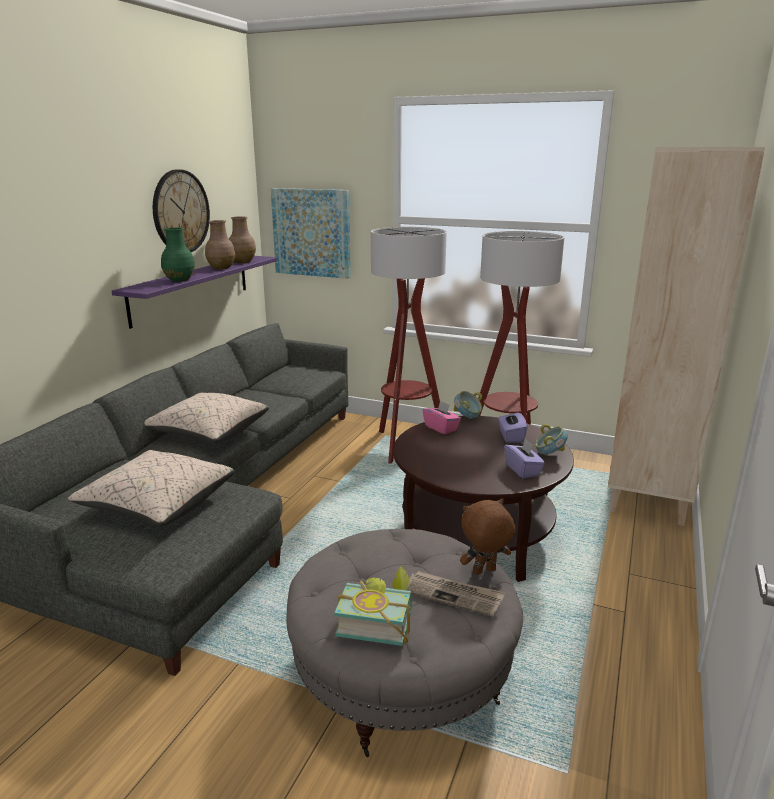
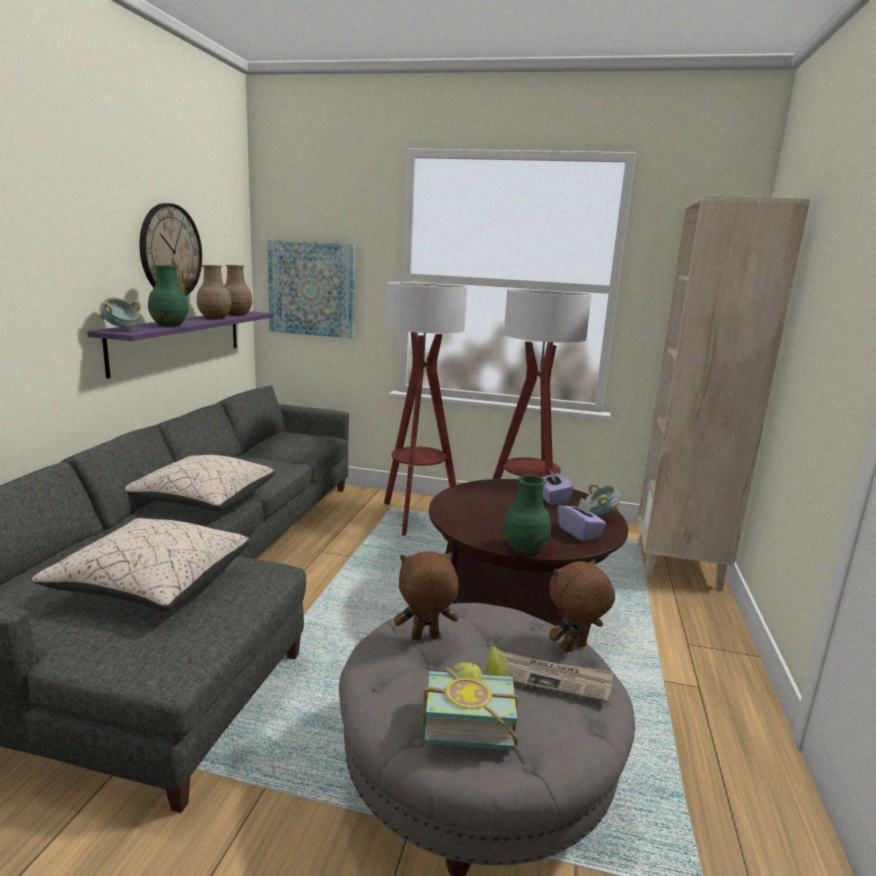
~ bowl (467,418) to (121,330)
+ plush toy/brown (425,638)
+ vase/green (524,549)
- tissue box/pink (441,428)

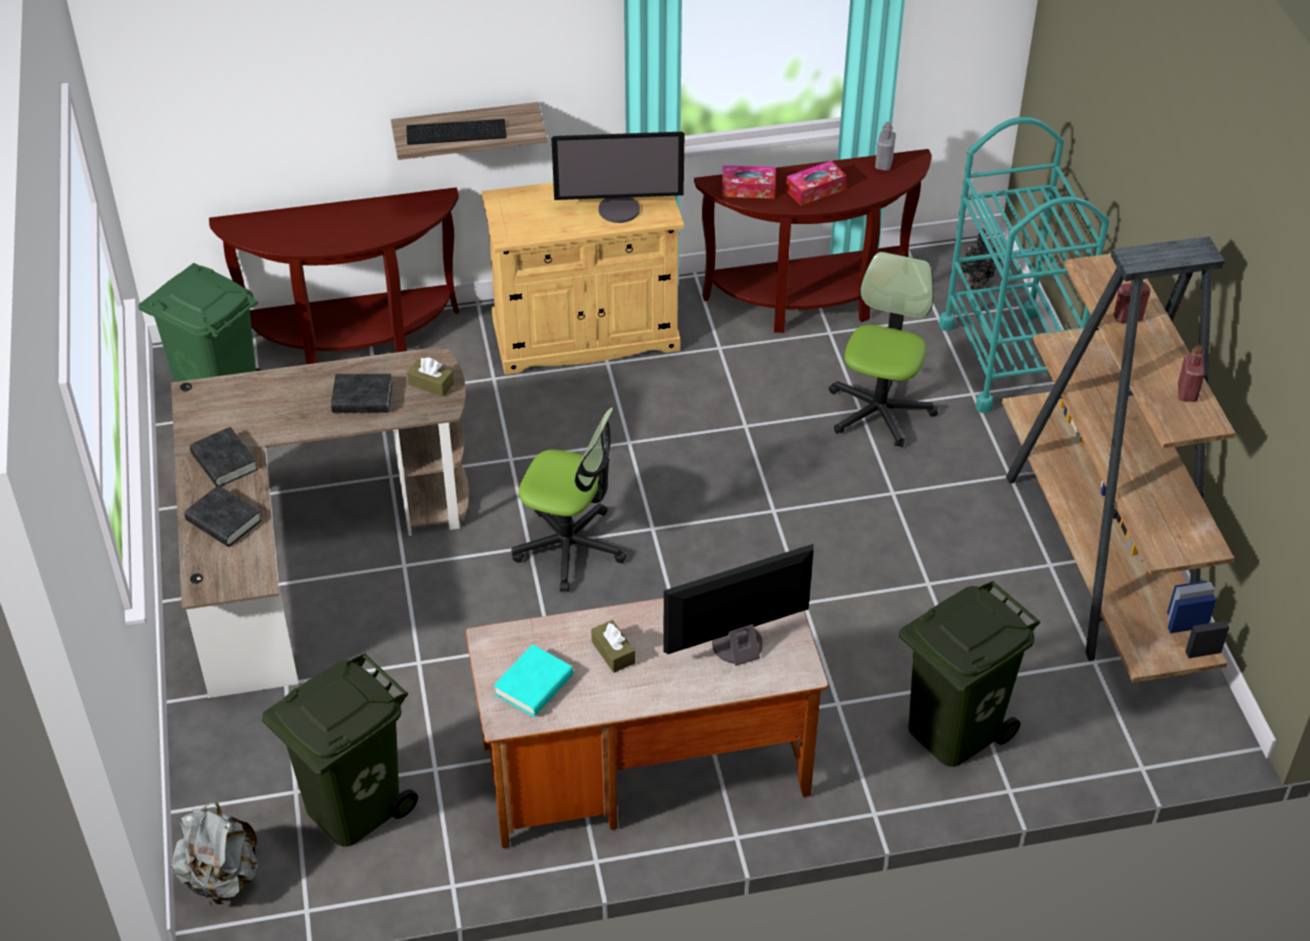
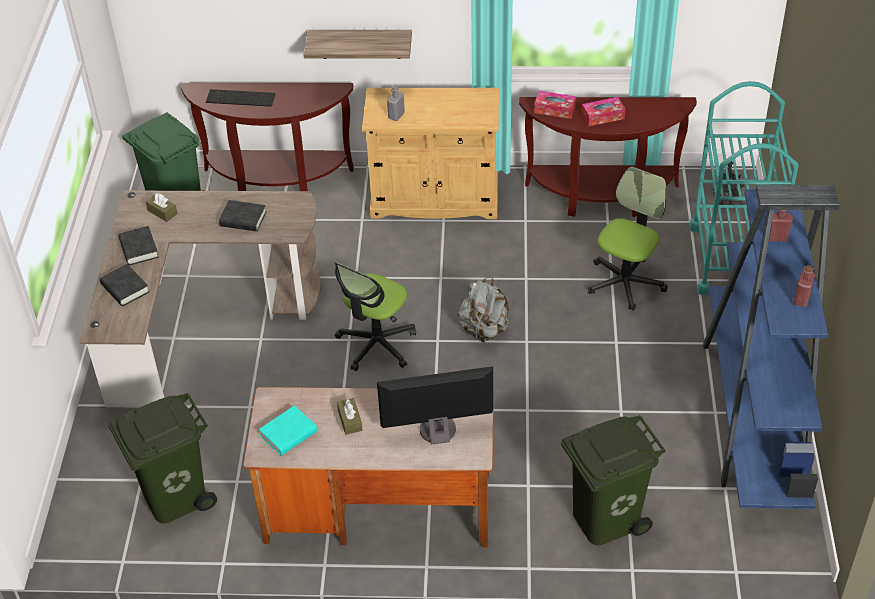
~ tissue box/brown (431,384) to (162,212)
~ keyboard (457,131) to (241,97)
~ office chair (570,547) = (376,344) 90 degrees clockwise
~ bottle/grey (883,164) to (396,116)
~ backpack/grey (222,878) to (484,330)
~ bookcase/brown (1100,560) to bookcase/blue (754,415)
- monitor (619,209)

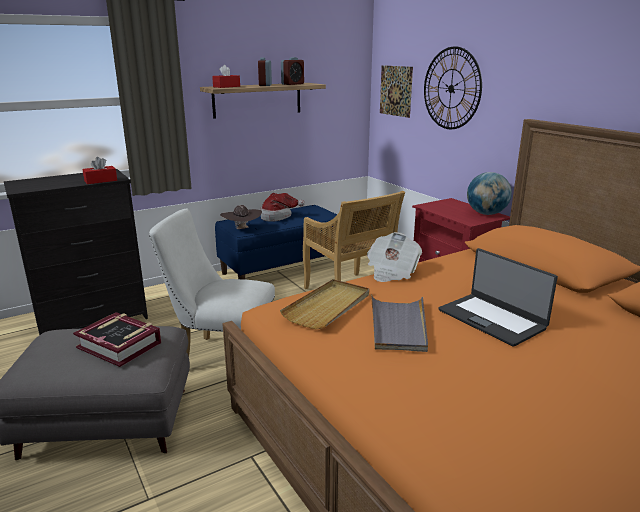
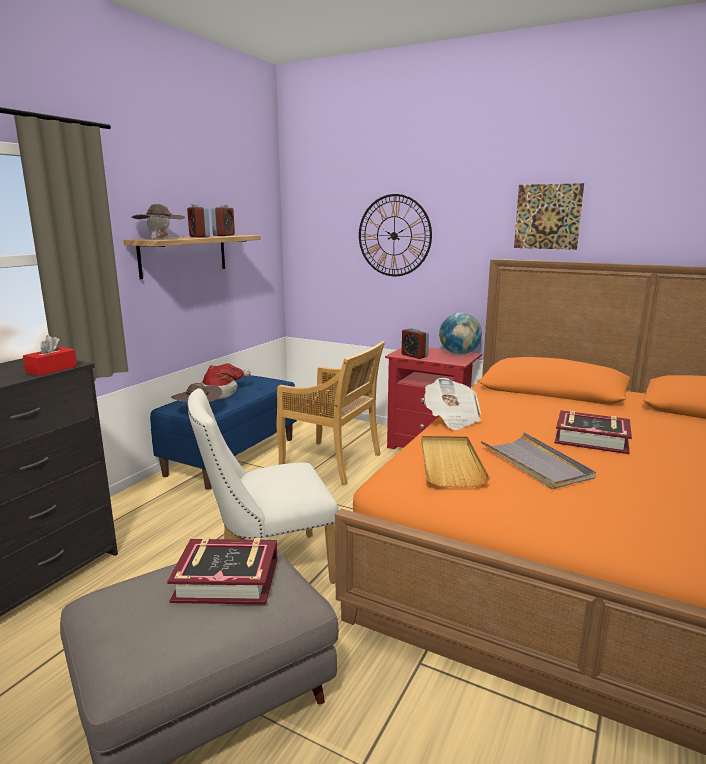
~ tissue box/red (226,86) to hat/brown (161,238)
+ alarm clock (414,356)
~ picture (395,91) to (547,216)
~ laptop (492,319) to book (591,439)

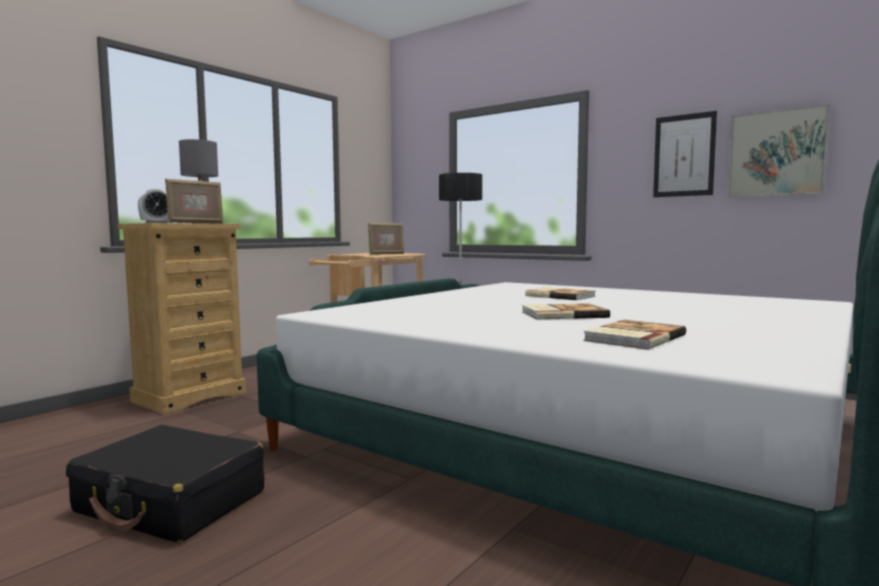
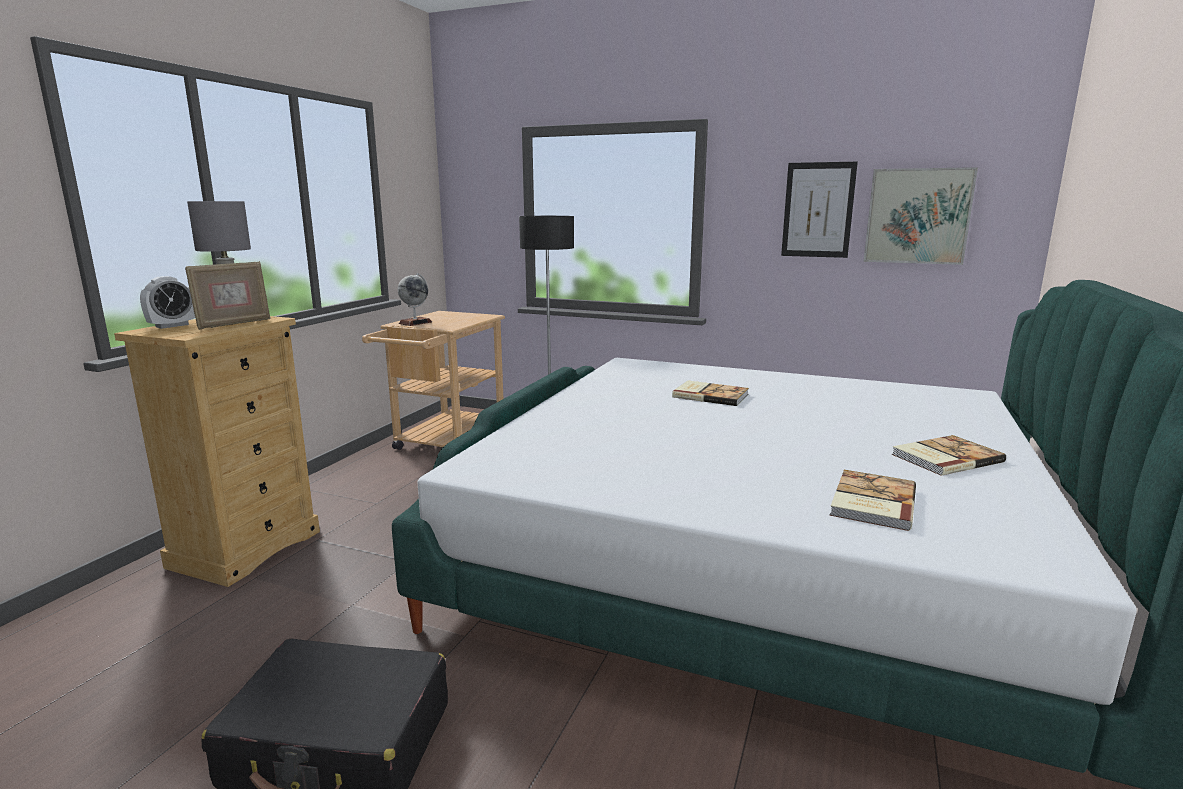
+ globe (415,323)
~ book (562,314) to (944,458)
- picture frame (386,254)

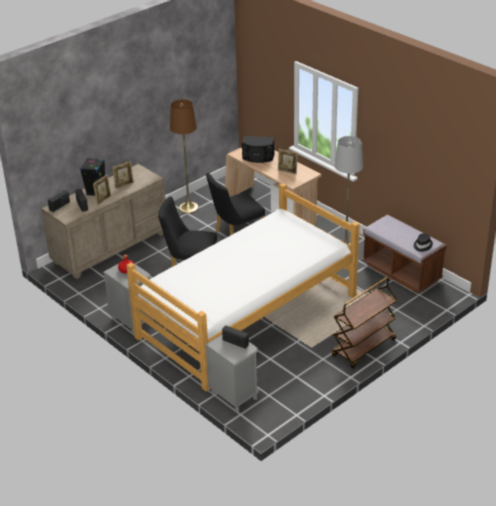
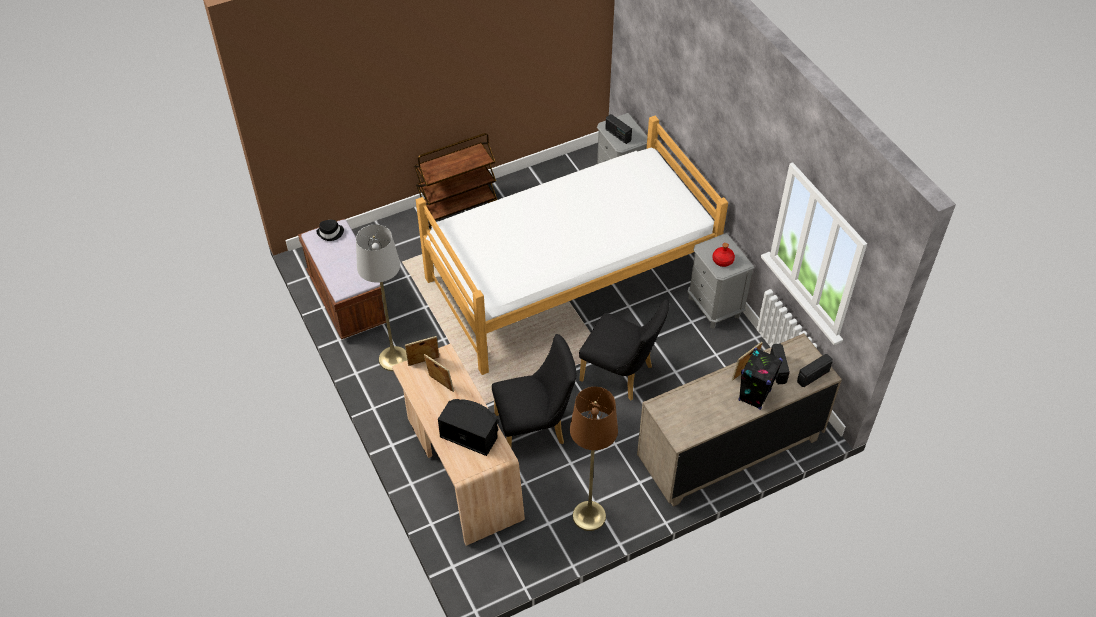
~ picture frame (124,185) to (423,362)

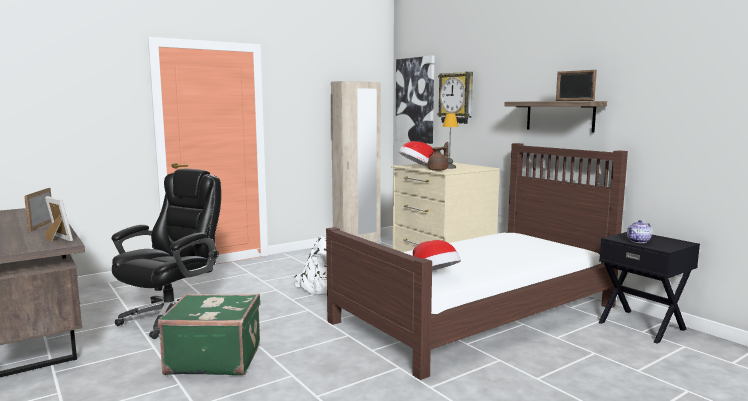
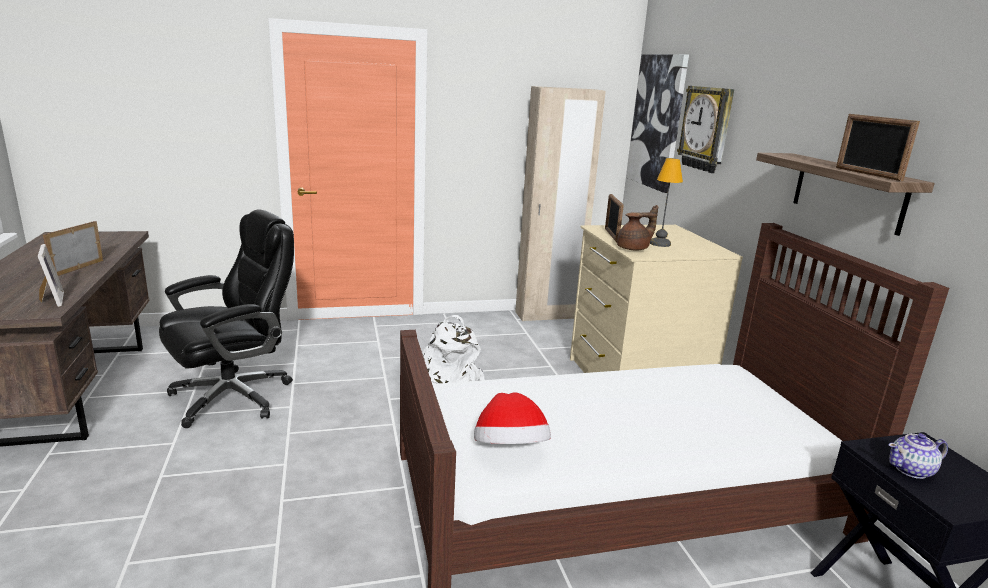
~ hat (416,167) to picture frame (611,235)
- suitcase/green (214,358)

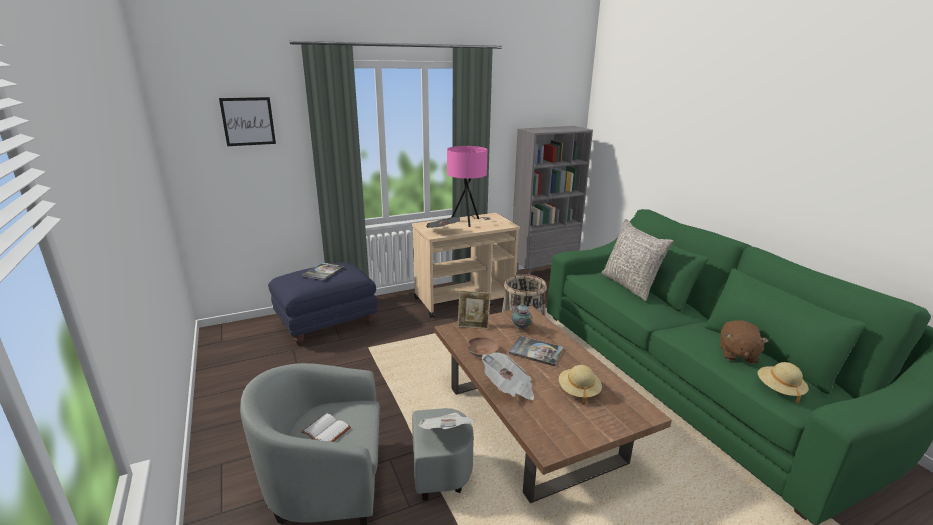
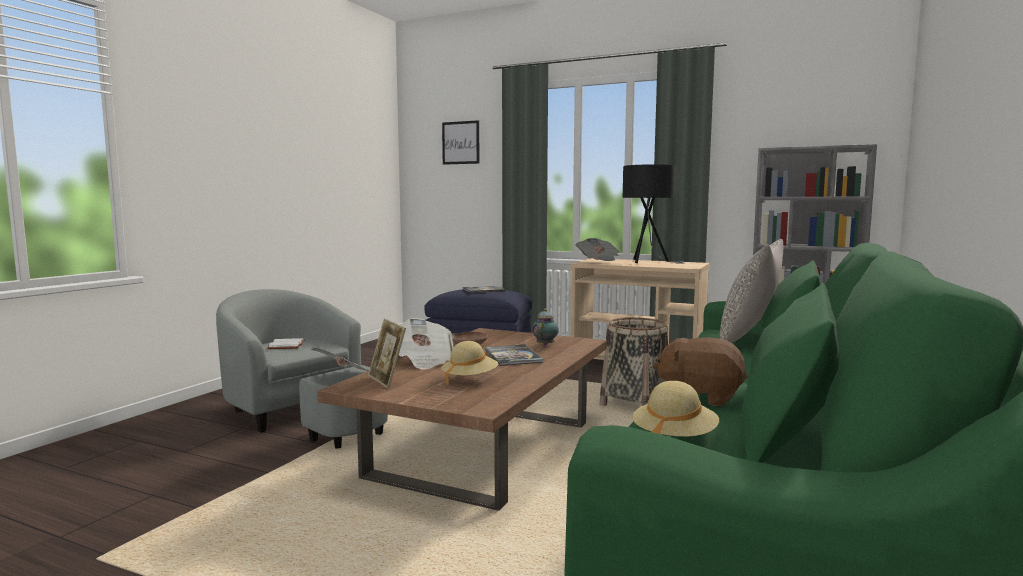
~ picture frame (473,325) to (387,381)
~ table lamp/pink (467,222) to table lamp/black (648,262)
~ plush toy/brown (737,354) = (700,396) 45 degrees clockwise

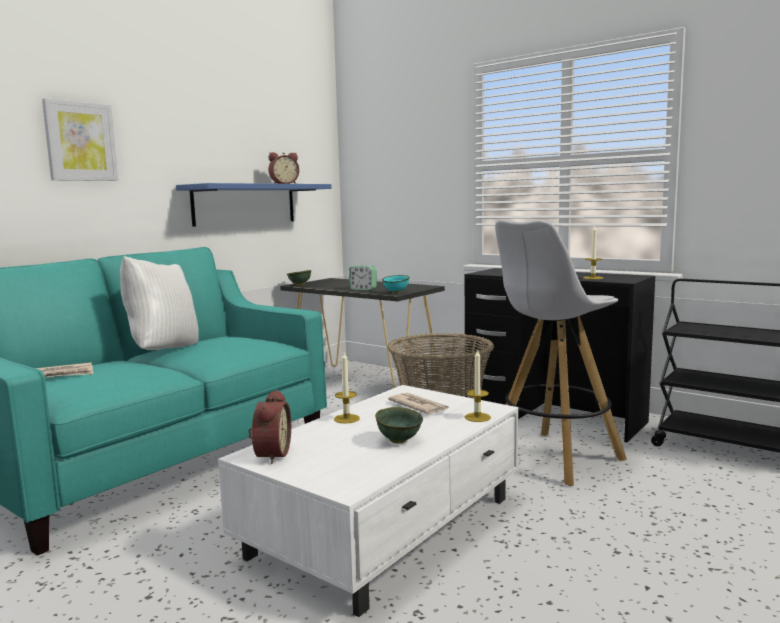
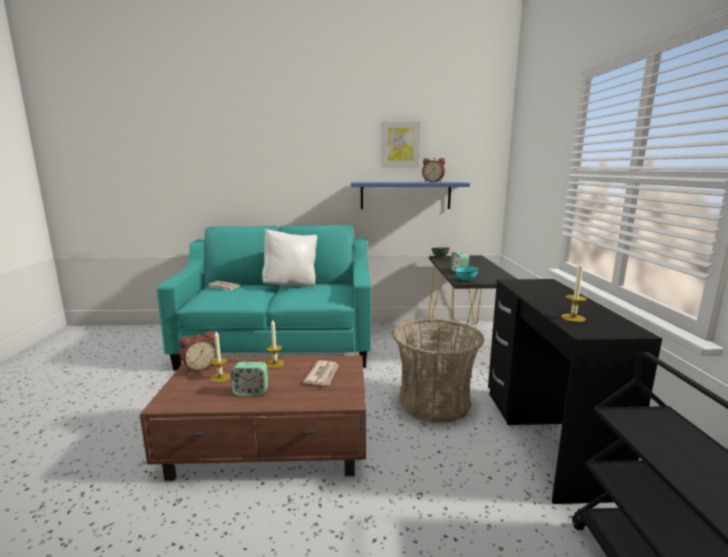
~ coffee table/white (387,526) to coffee table/brown (271,444)
~ candle (477,417) to (220,377)
~ bowl/green (399,440) to alarm clock (251,392)
~ picture (80,141) to (400,144)
- stool/white (554,458)

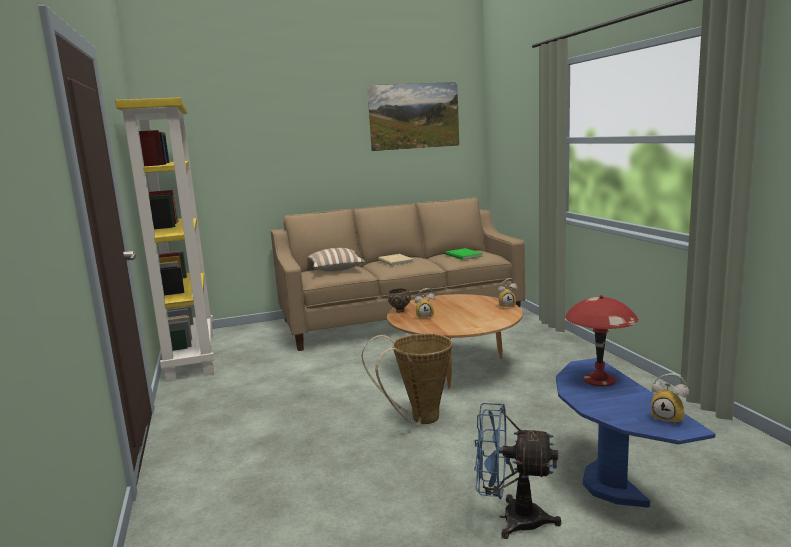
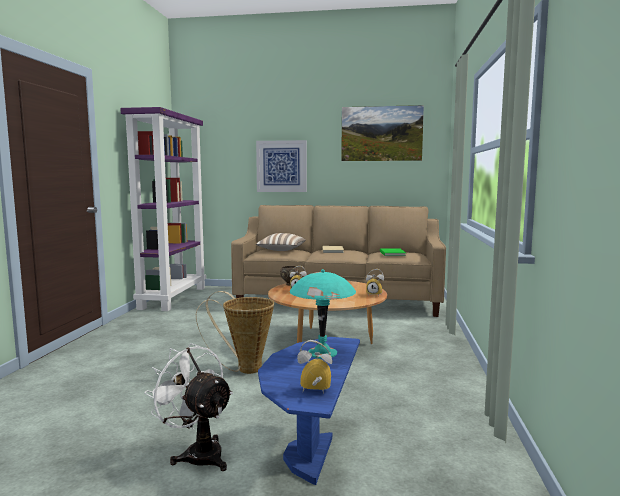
~ bookcase/yellow (190,354) to bookcase/purple (173,298)
~ fan/blue (511,519) to fan/white (197,453)
+ picture (281,166)
~ table lamp/red (598,379) to table lamp/turquoise (322,352)
~ alarm clock (669,418) = (314,392) 120 degrees clockwise

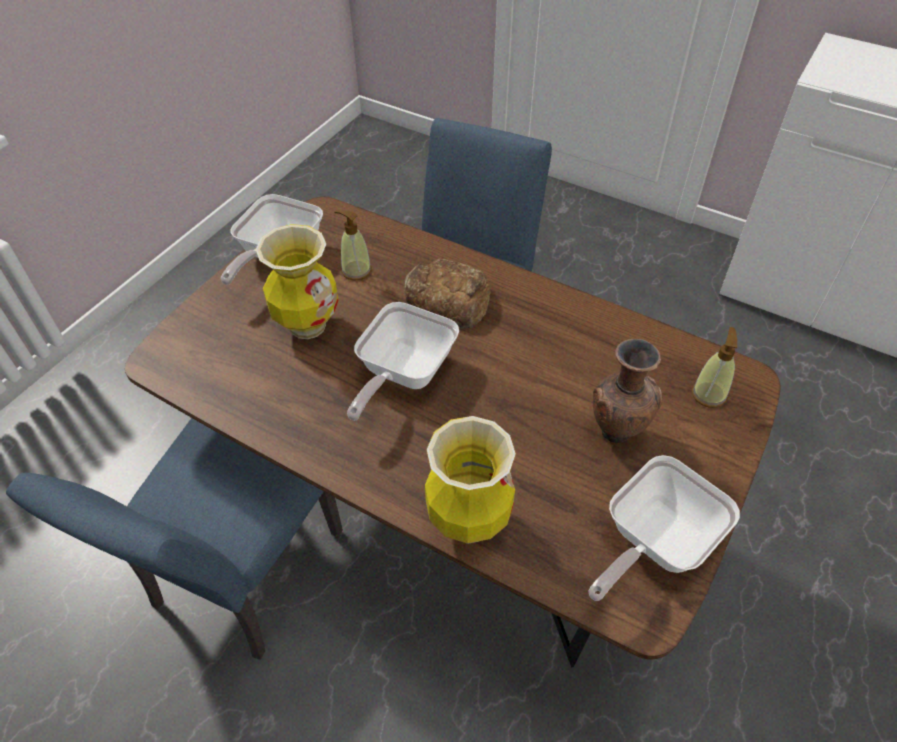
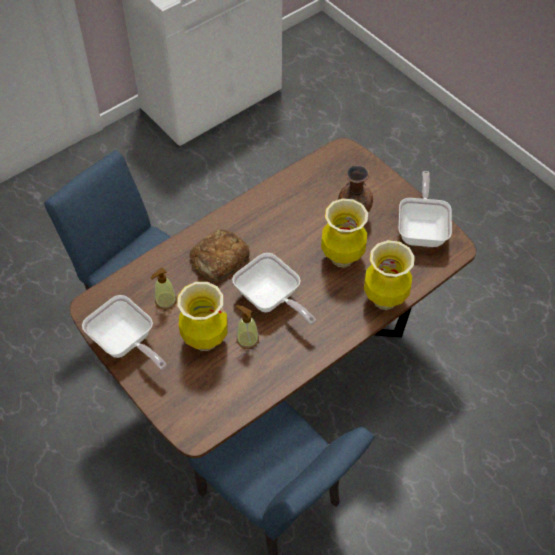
~ soap dispenser (709,394) to (247,339)
+ vase (342,258)
~ frying pan (653,543) = (422,229) 150 degrees counterclockwise

